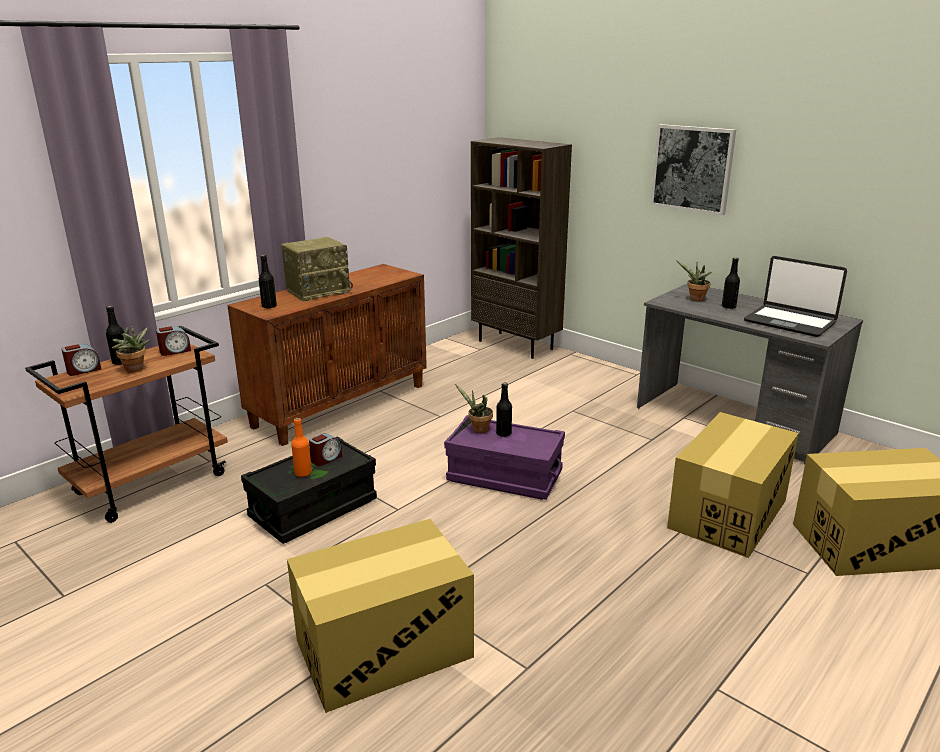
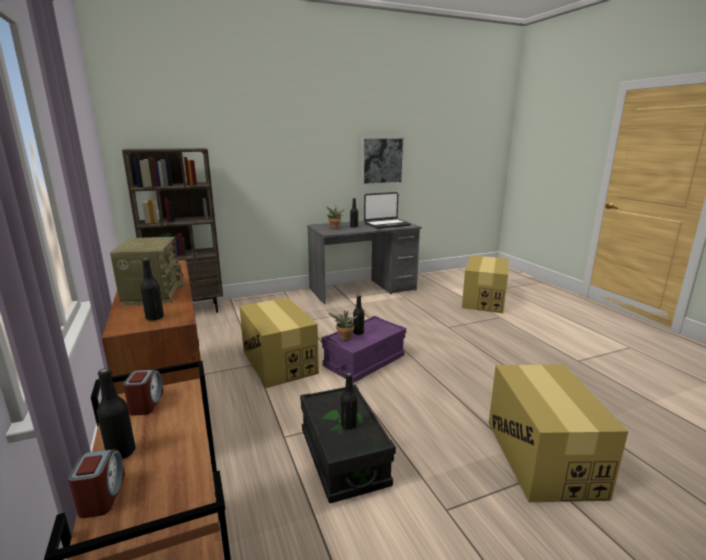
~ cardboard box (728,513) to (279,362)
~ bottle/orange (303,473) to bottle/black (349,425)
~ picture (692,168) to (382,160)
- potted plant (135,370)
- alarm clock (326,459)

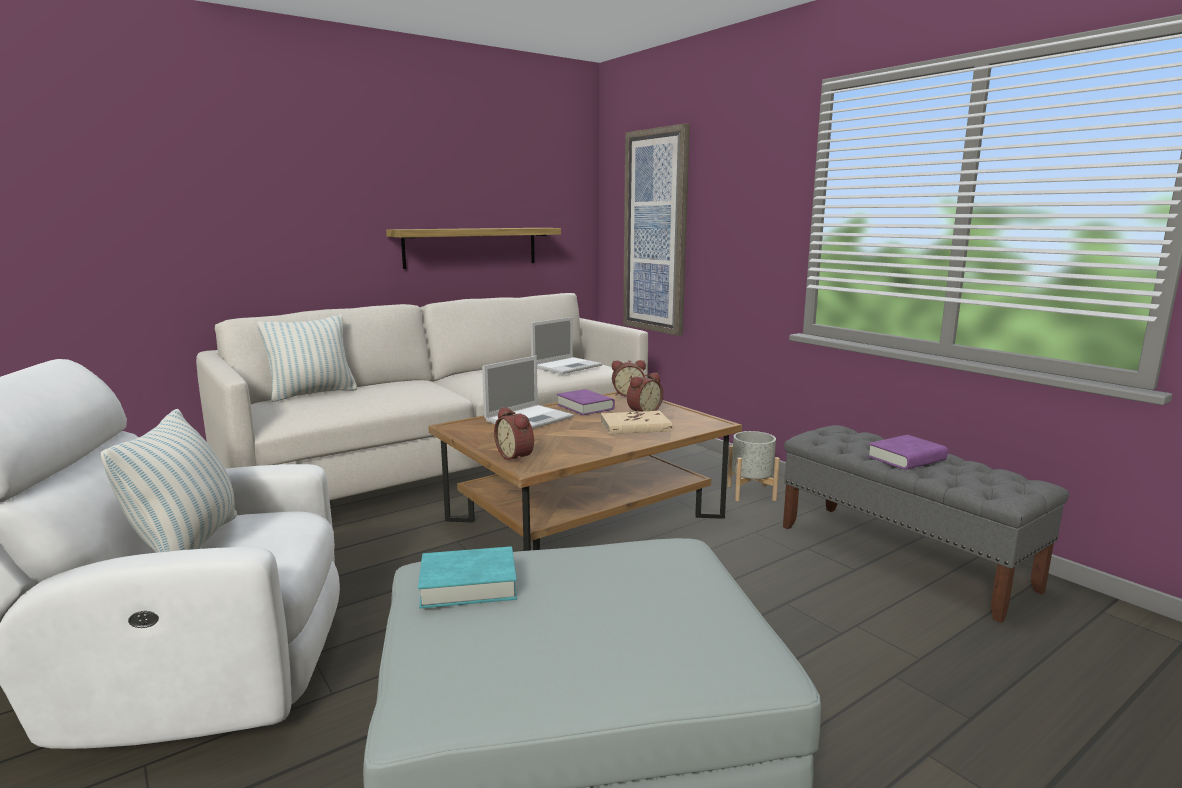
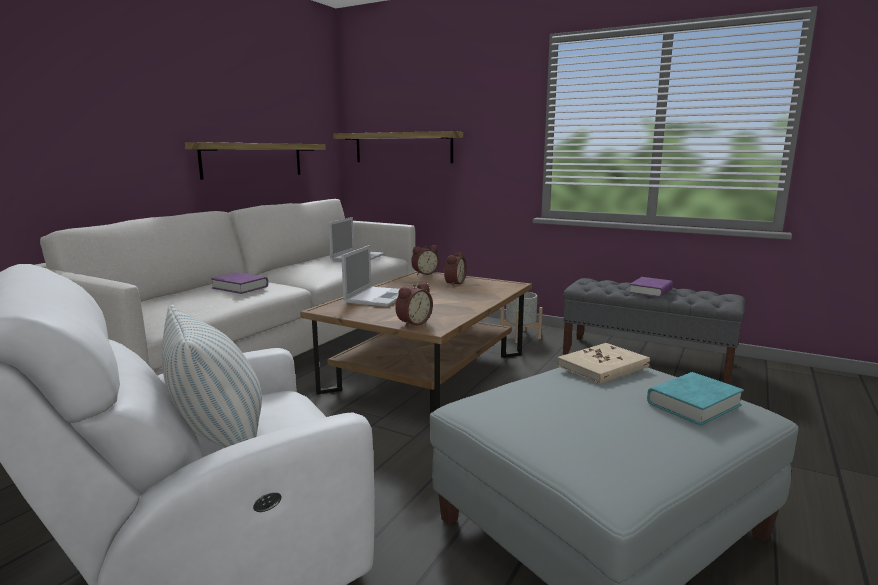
~ book/purple (585,407) to (240,287)
~ picture (656,232) to shelf (403,148)
~ alarm clock (517,456) = (412,322) 75 degrees counterclockwise
~ book/beige (635,426) to (603,366)
~ book/turquoise (468,584) to (693,404)
- pillow (312,393)

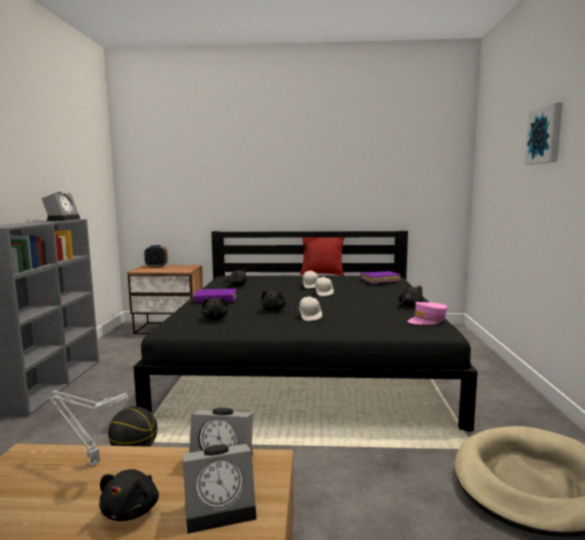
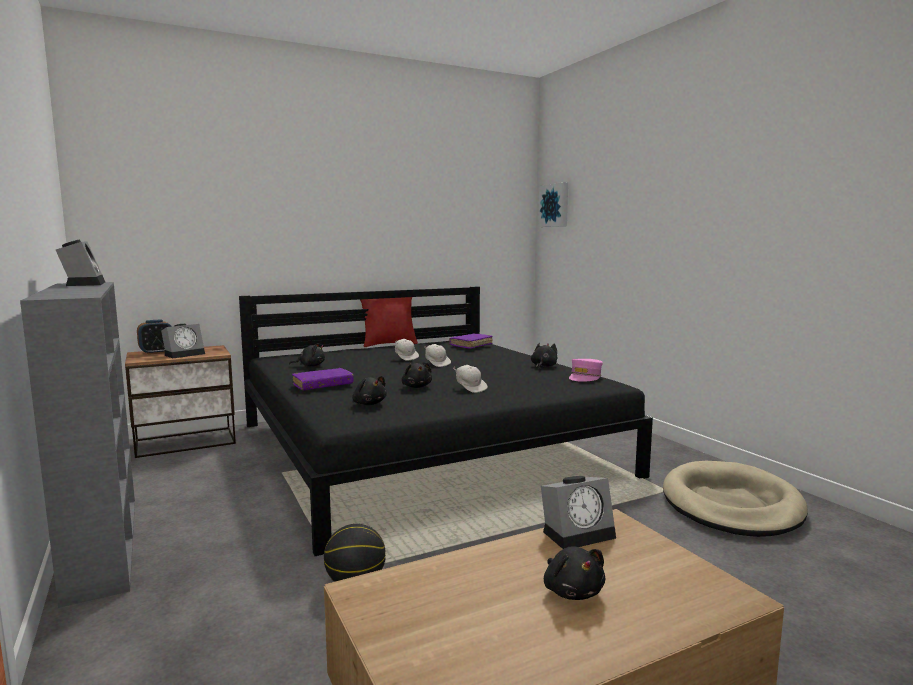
~ alarm clock (221,508) to (185,354)
~ picture (545,135) to (554,205)
- table lamp/grey (91,463)

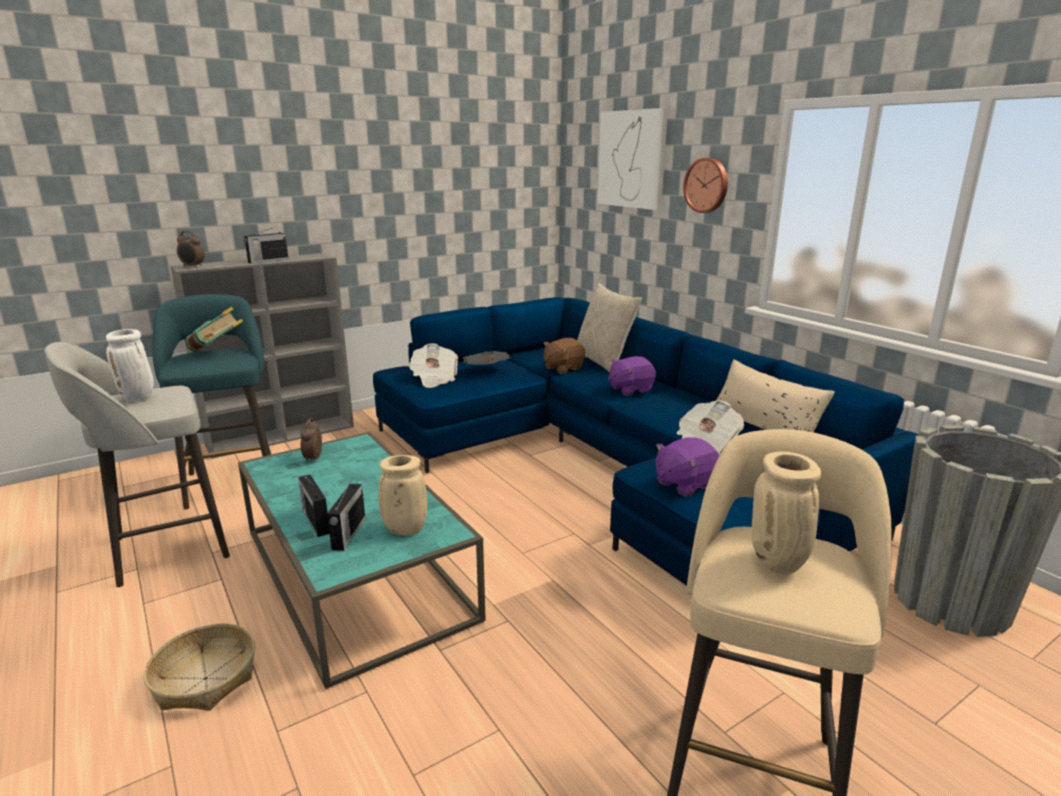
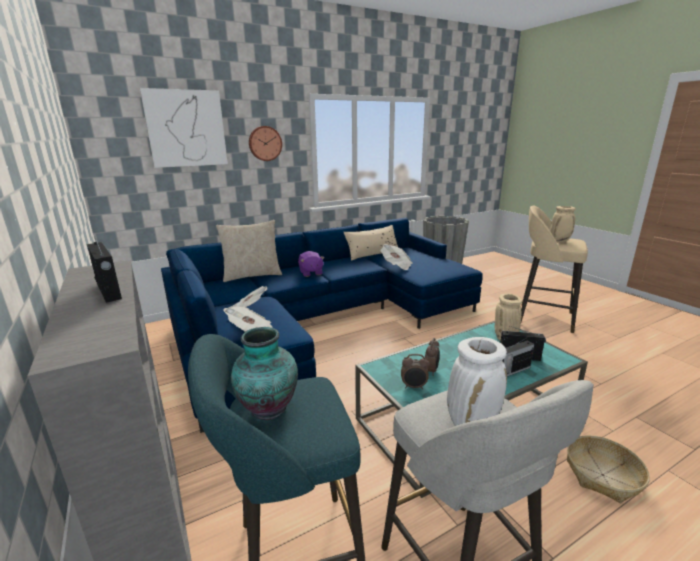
~ book (217,352) to vase (267,408)
~ alarm clock (192,267) to (431,371)
- plush toy/brown (563,368)
- plush toy/purple (684,484)

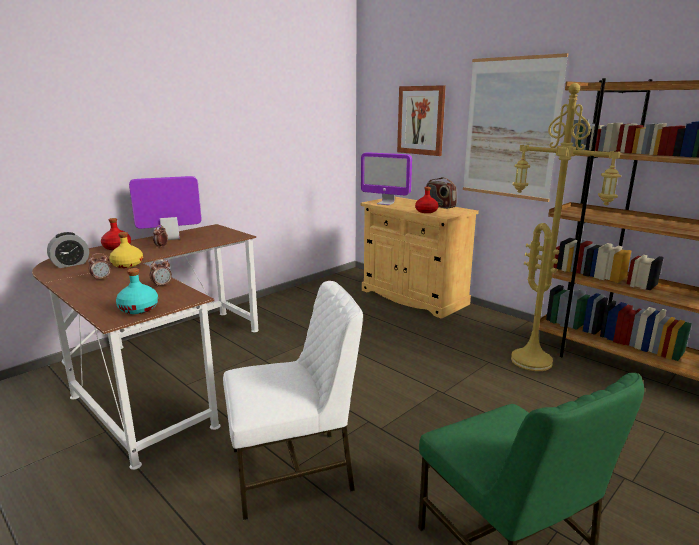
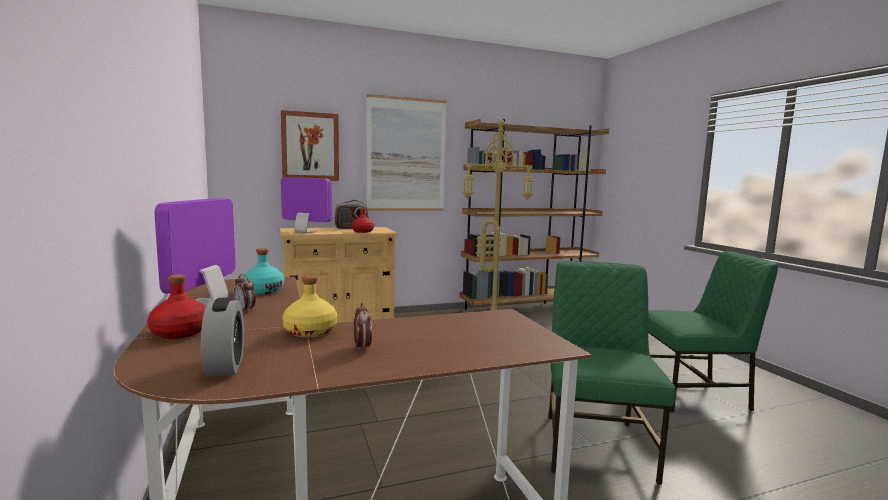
~ bottle/turquoise (139,308) to (263,291)
~ monitor (385,203) = (305,232) 120 degrees counterclockwise
~ chair/white (294,470) to chair/green (596,445)
- alarm clock (162,285)

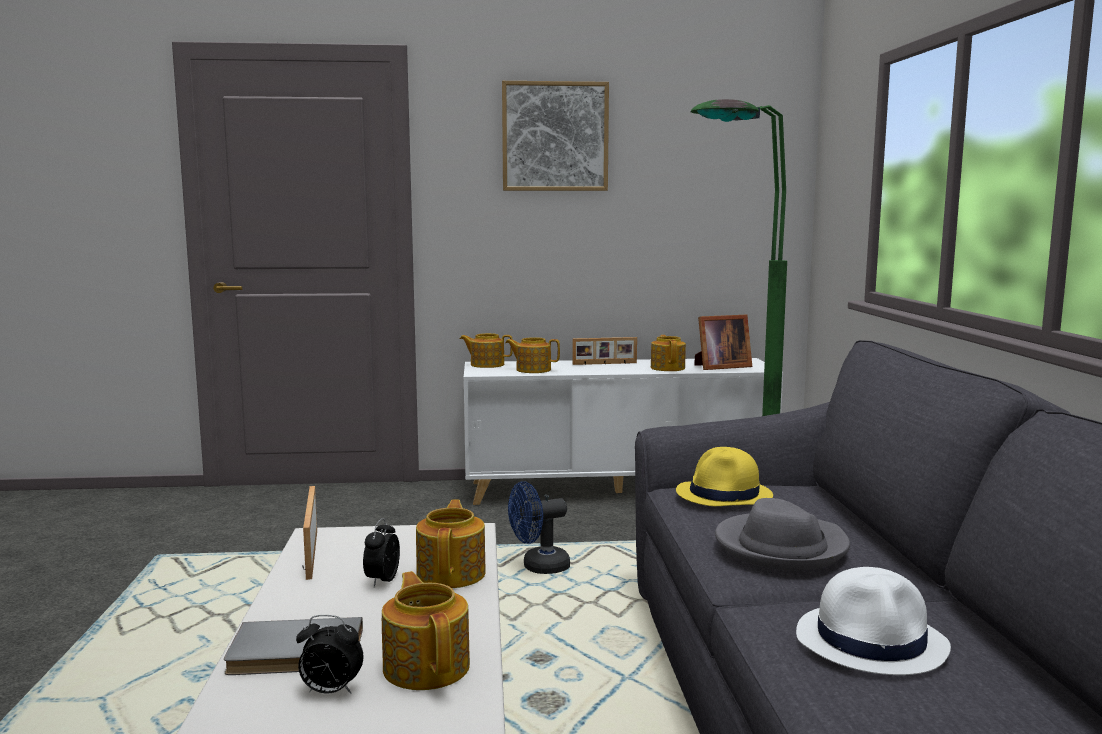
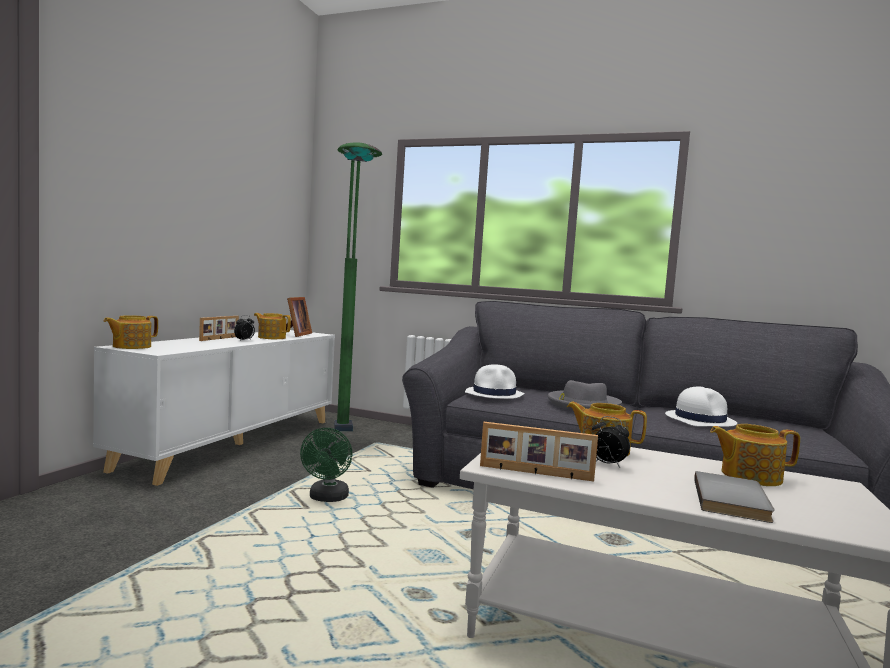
~ alarm clock (330,691) to (244,340)
~ fan/blue (538,567) to fan/green (327,498)
~ hat/yellow (724,495) to hat/white (494,394)
- picture (555,137)
- teapot (532,370)

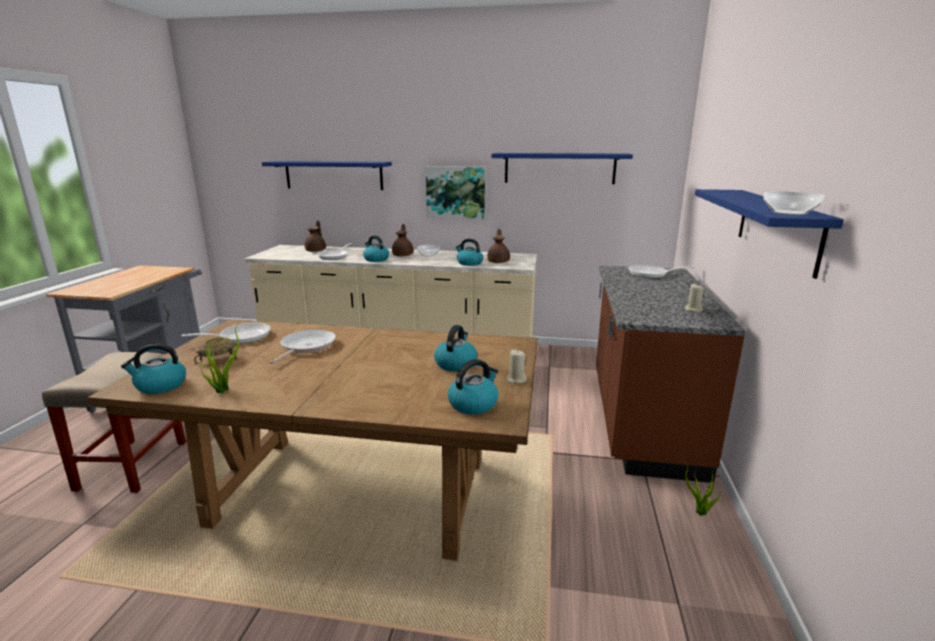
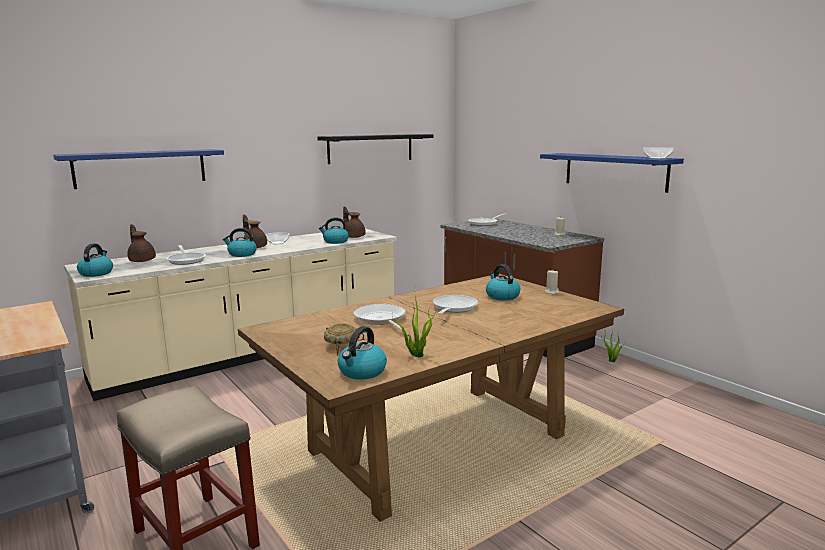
~ kettle (473,404) to (96,273)
~ shelf/blue (559,168) to shelf/black (370,148)
~ frying pan (240,337) to (453,308)
- picture (455,192)

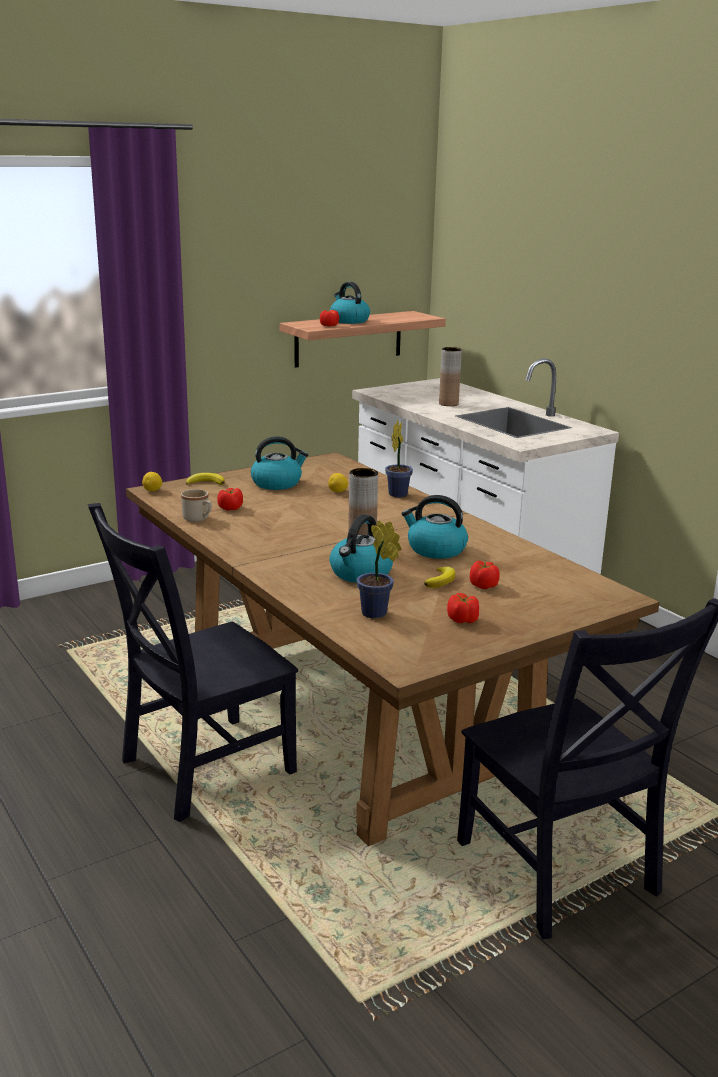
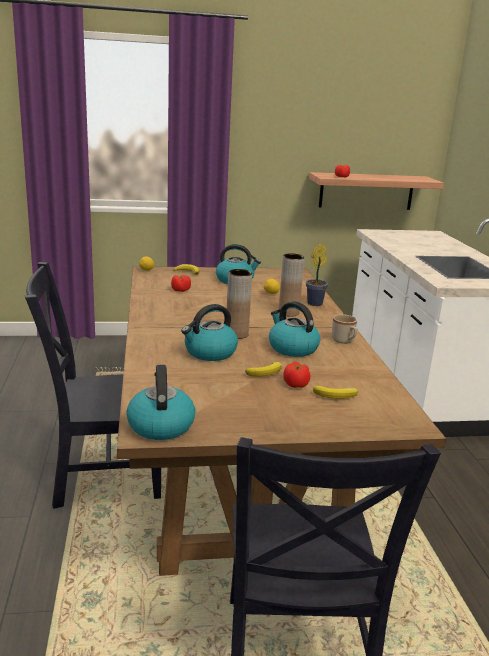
~ kettle (349,321) to (160,425)
~ vase/brown (448,404) to (288,313)
+ banana (337,395)
~ mug/beige (198,519) to (344,341)
- potted plant (376,614)
- tomato (462,620)

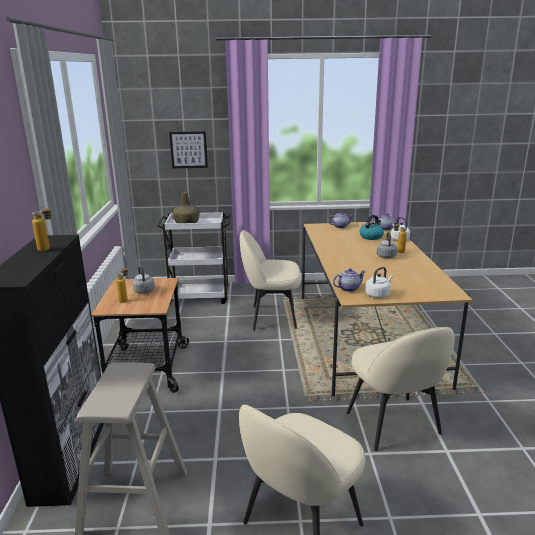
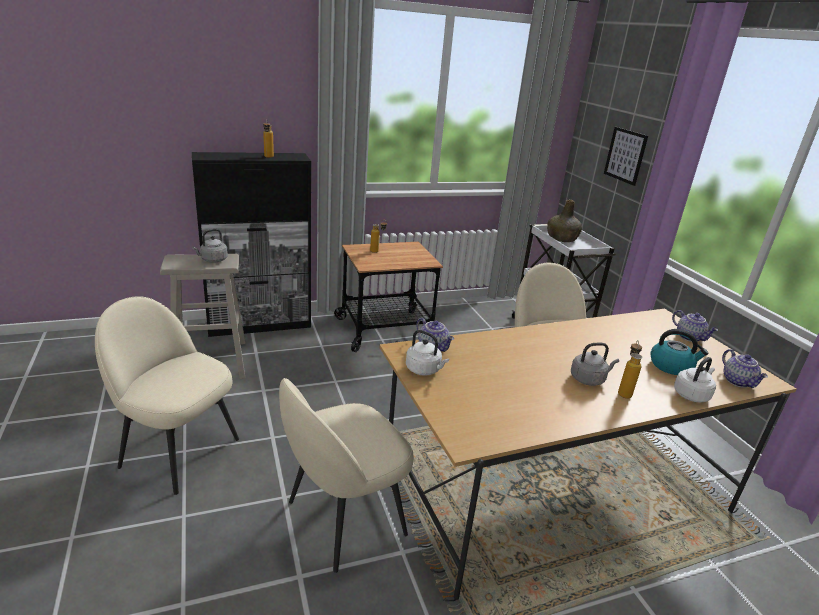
~ kettle/grey (144,291) to (212,260)

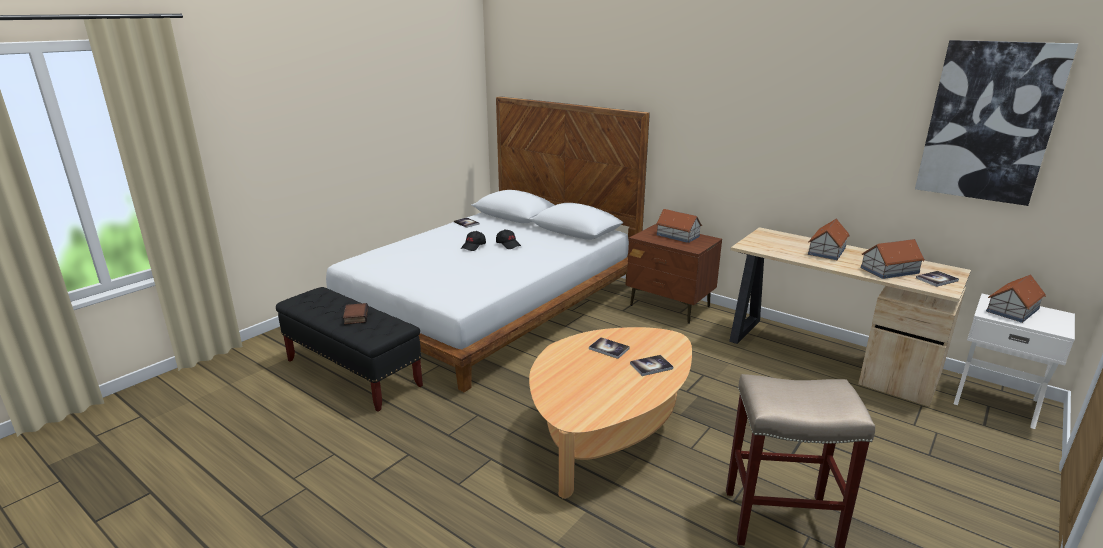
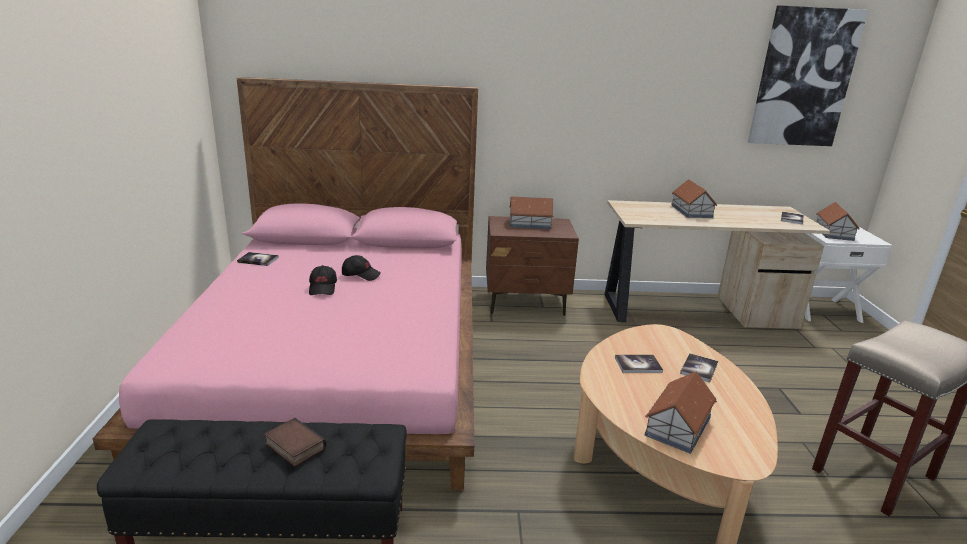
~ bed/white (490,304) to bed/pink (340,361)
~ toy house (889,270) to (677,426)

